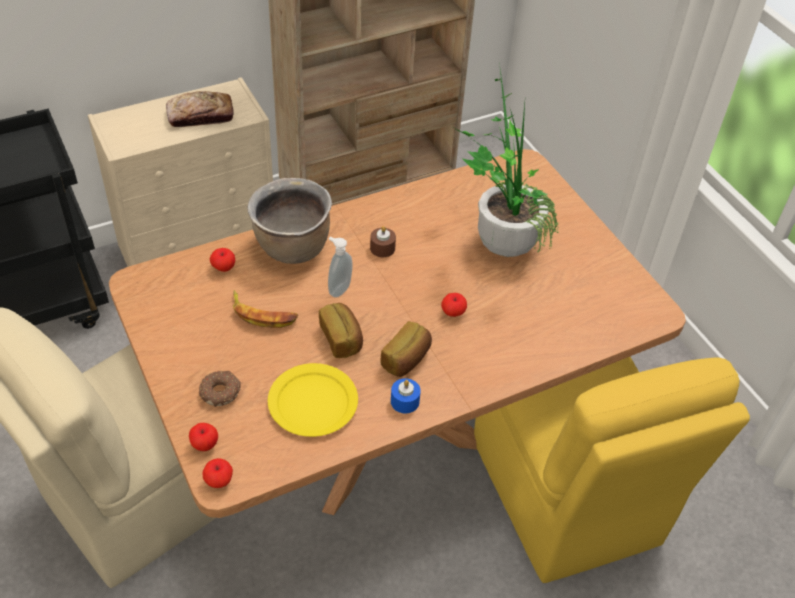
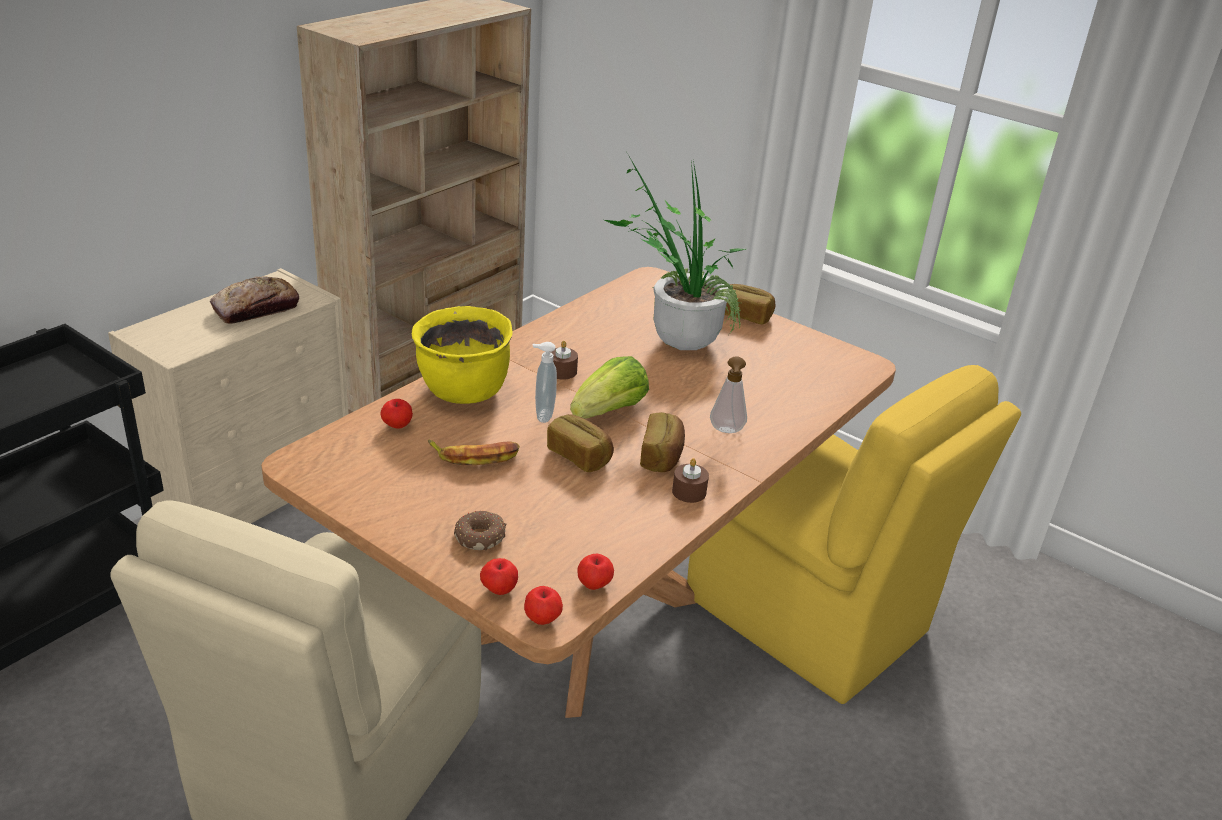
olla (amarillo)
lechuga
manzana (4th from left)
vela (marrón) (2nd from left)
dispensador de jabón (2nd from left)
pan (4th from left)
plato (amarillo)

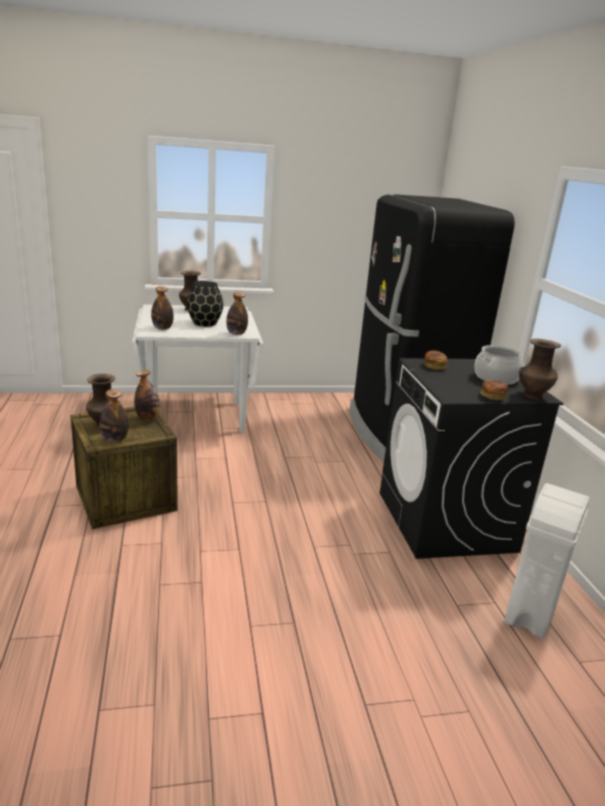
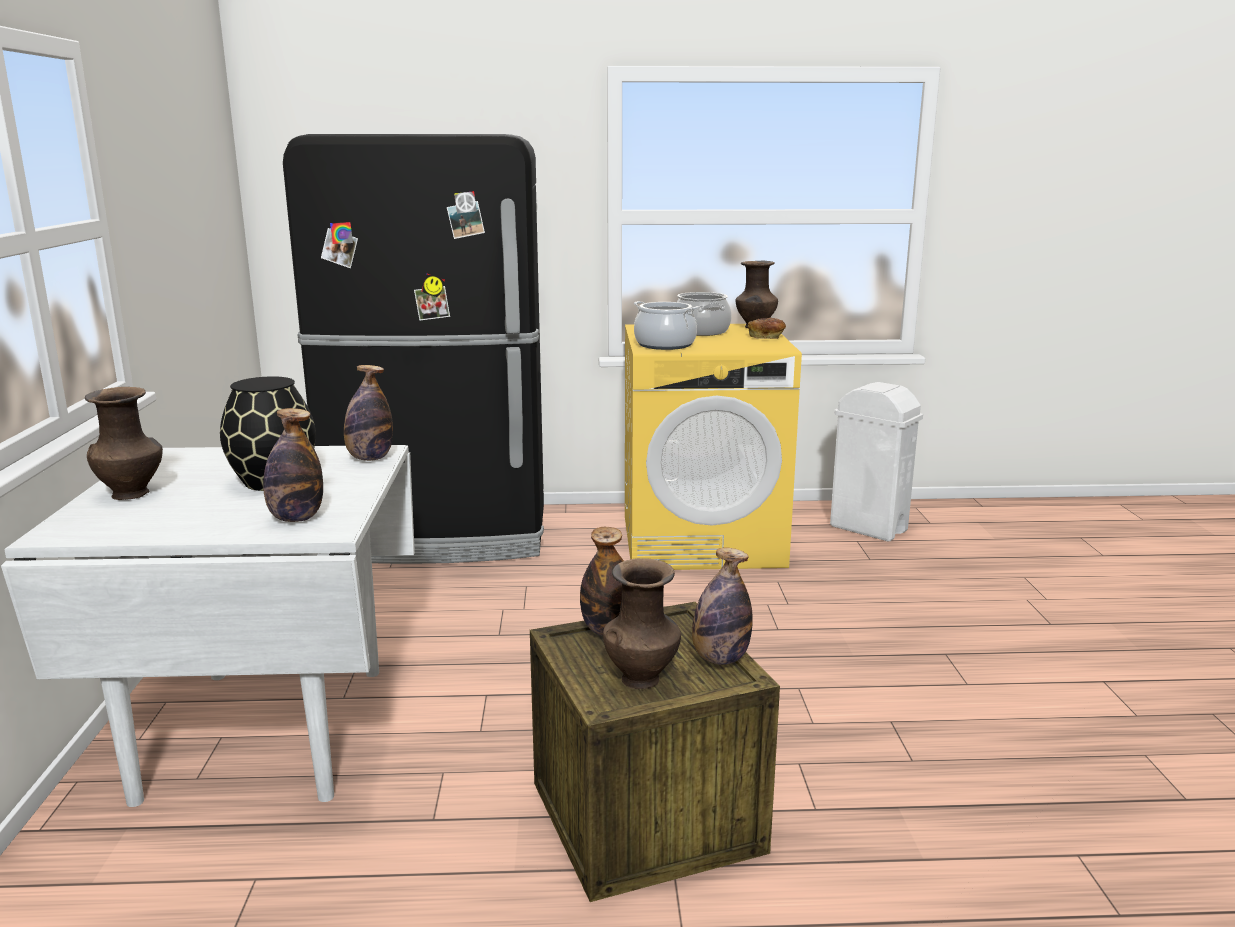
lavadora (amarillo)
olla (1st from left)

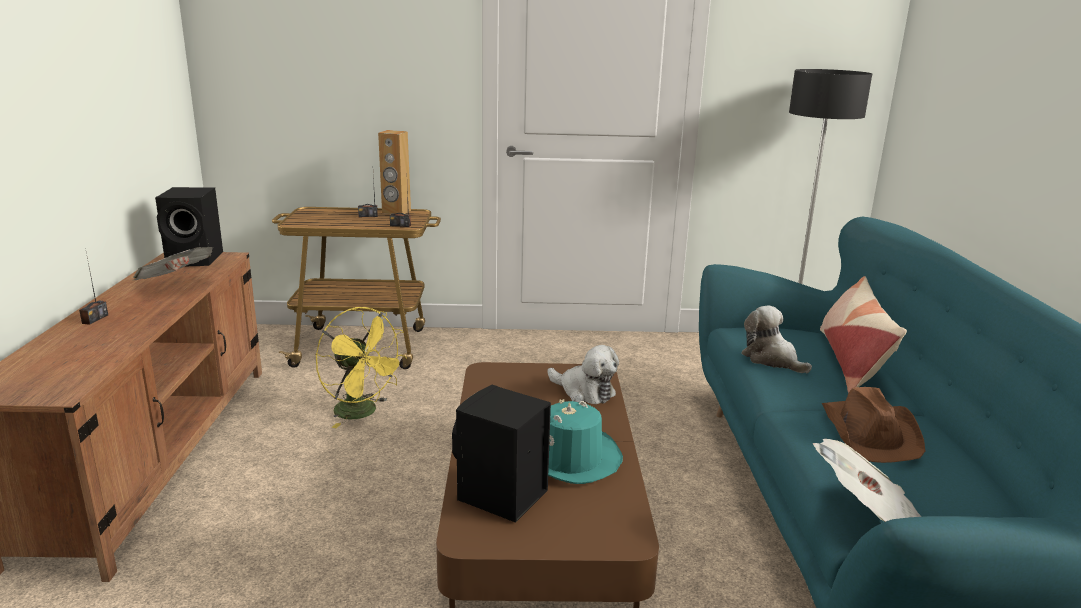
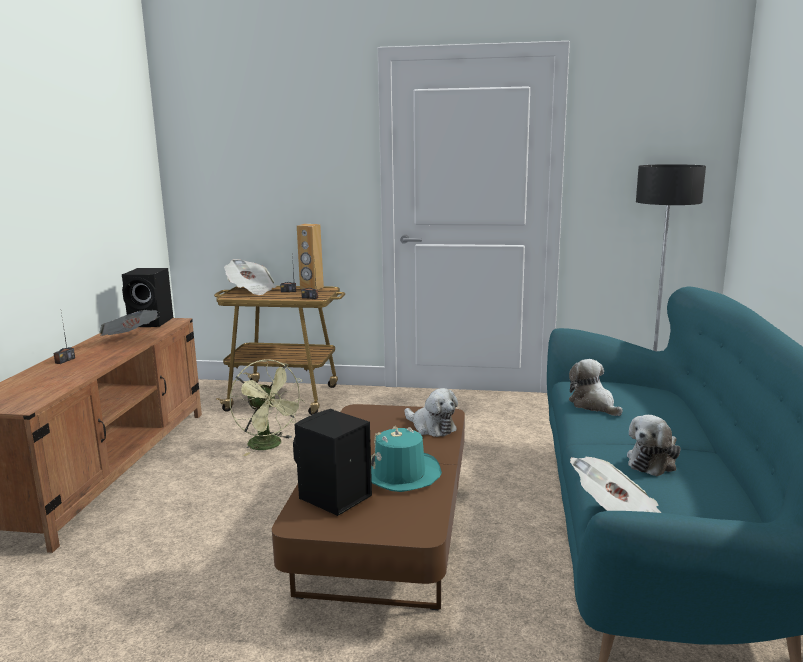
periódico (2nd from left)
ventilador (verde)
peluche (3rd from left)
cojín

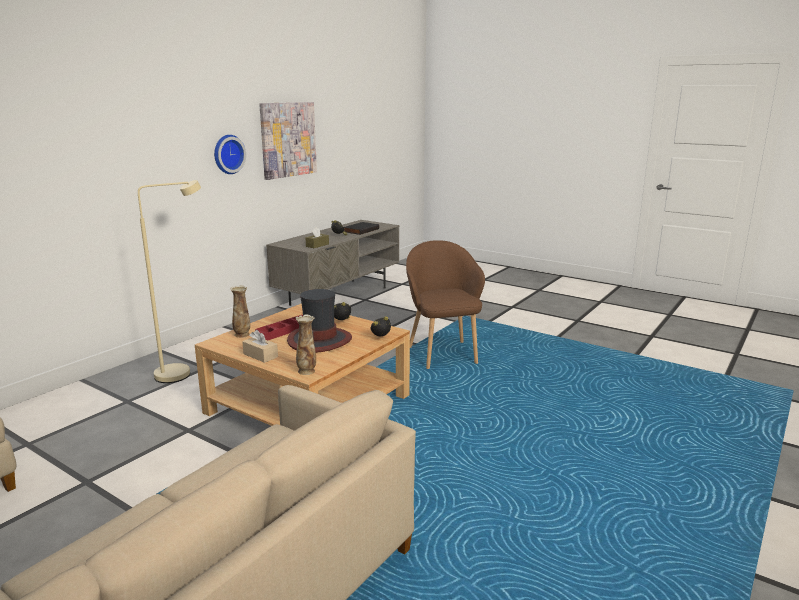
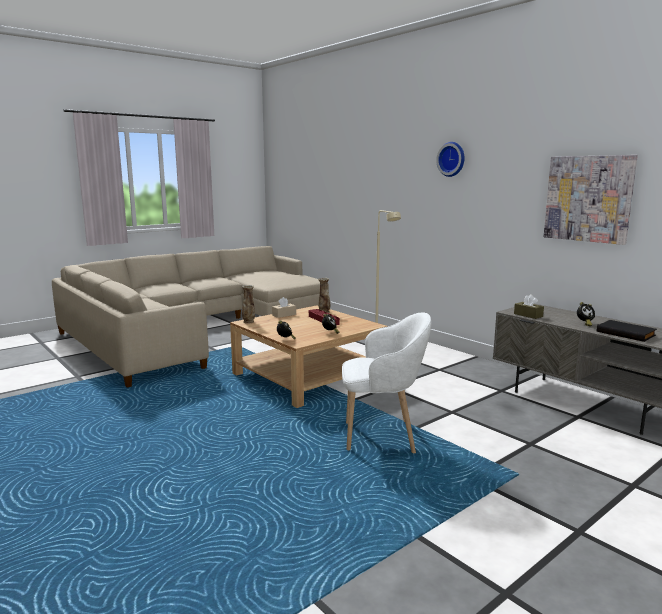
sillón (blanco)
reloj de pared
sombrero

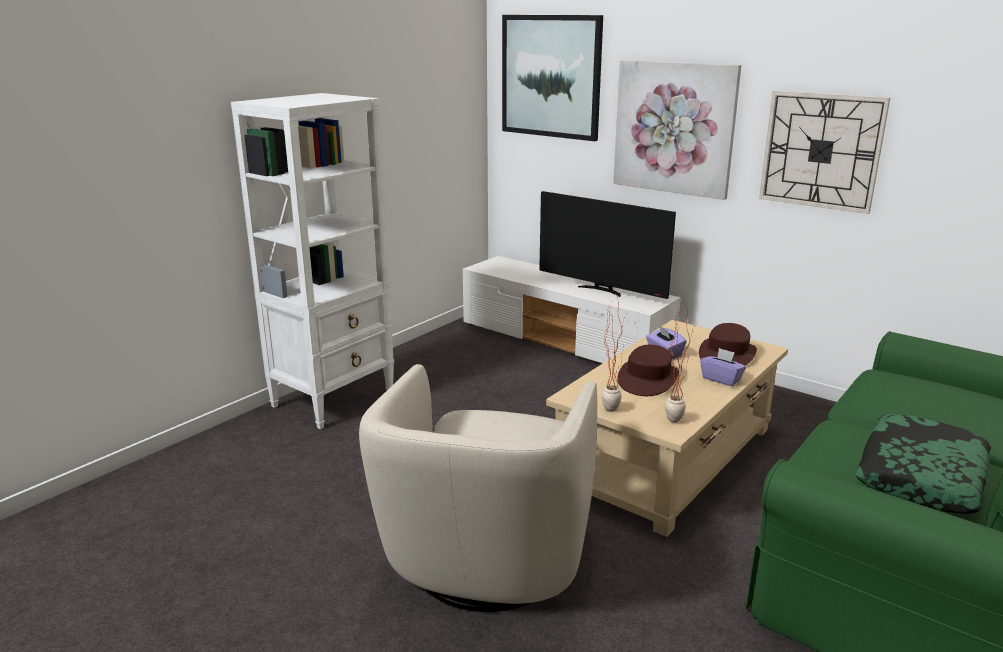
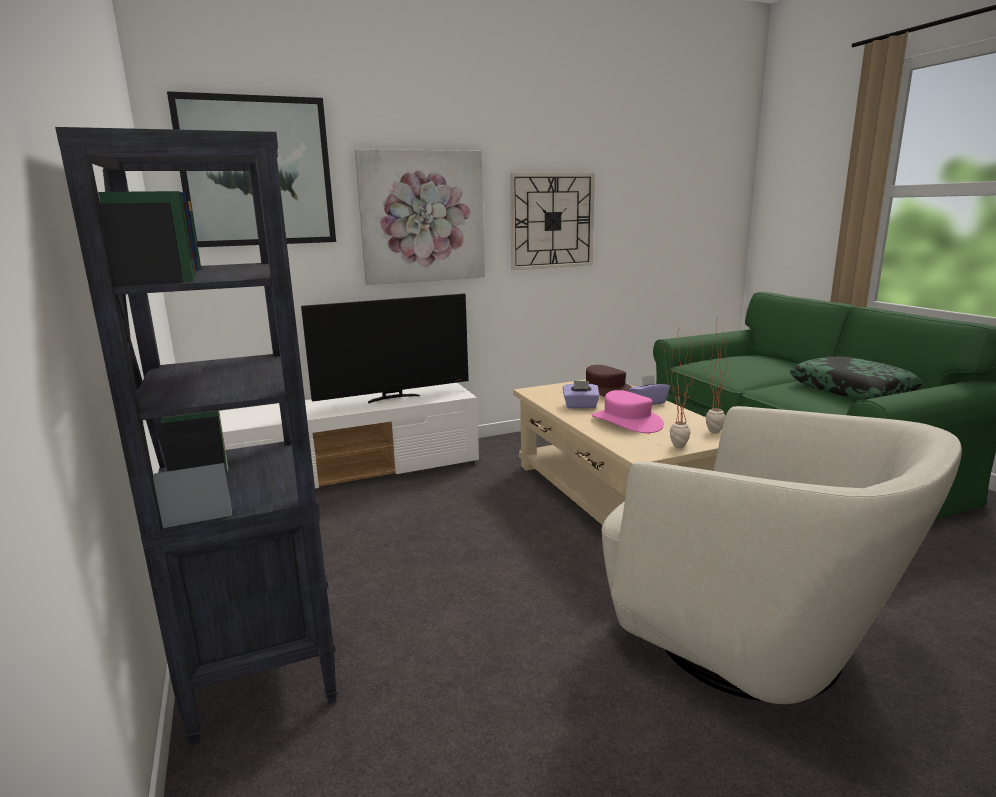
estantería (negro)
sombrero (rosa)

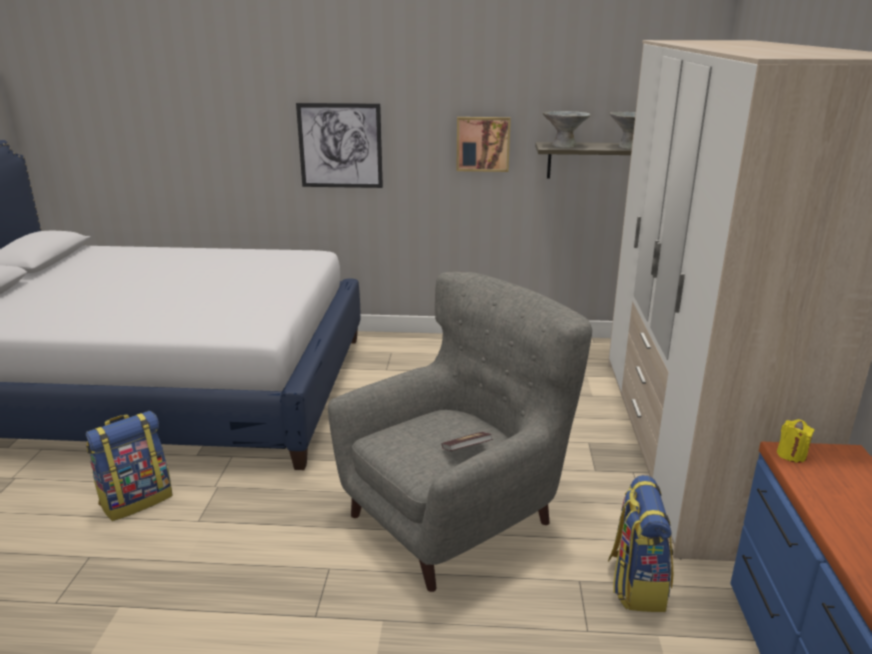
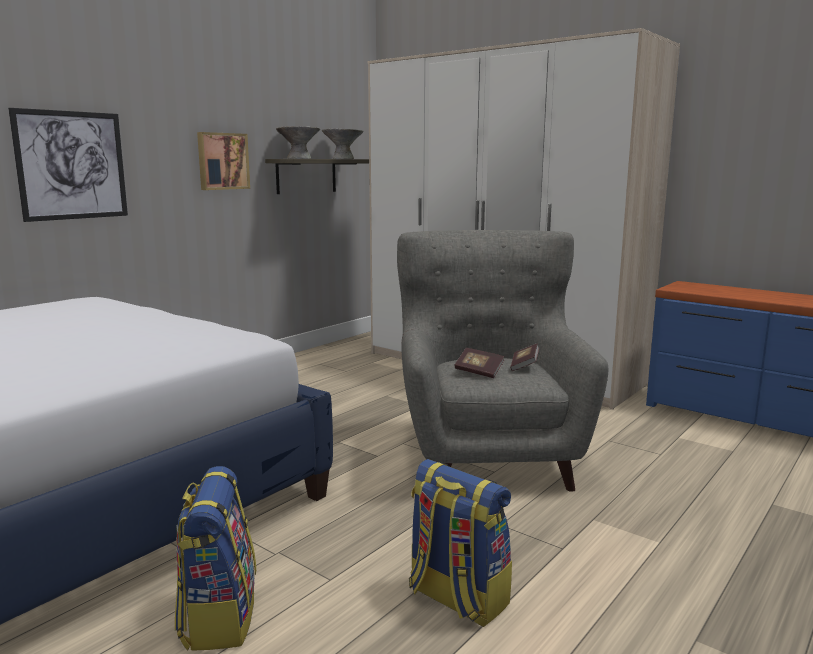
mochila (2nd from left)
libro (1st from left)
vela (amarillo)

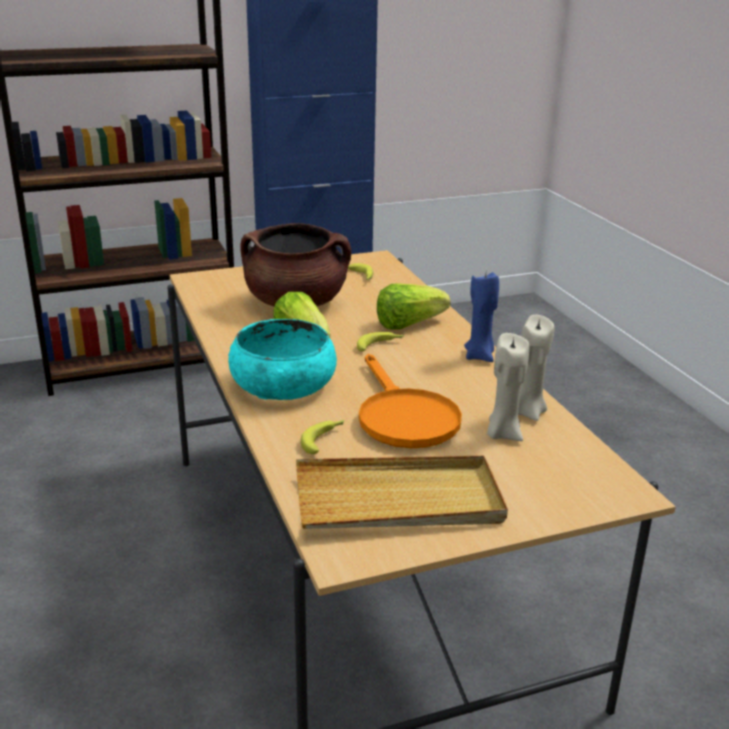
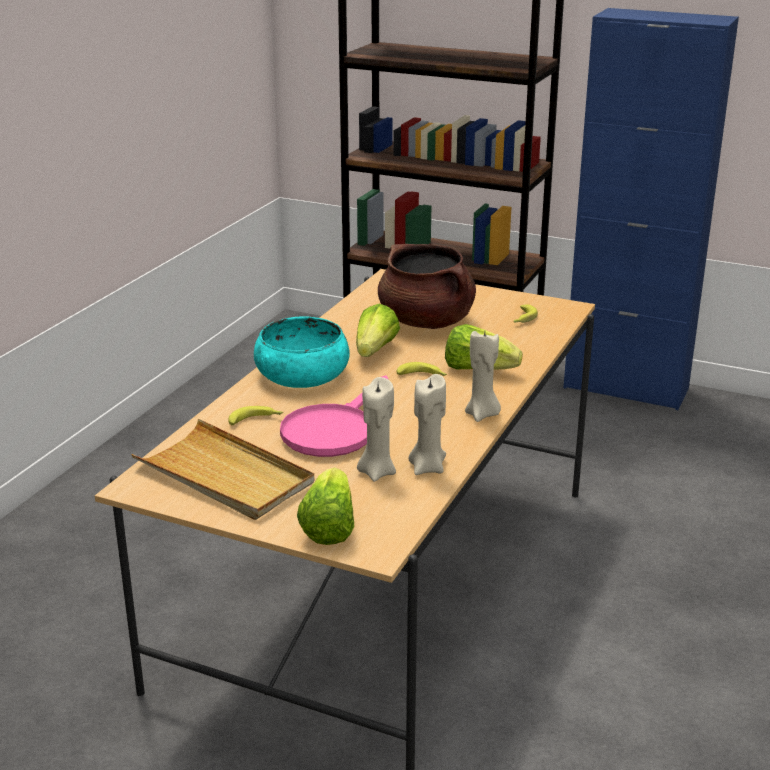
sartén (rosa)
lechuga (1st from left)
vela (beis) (3rd from left)

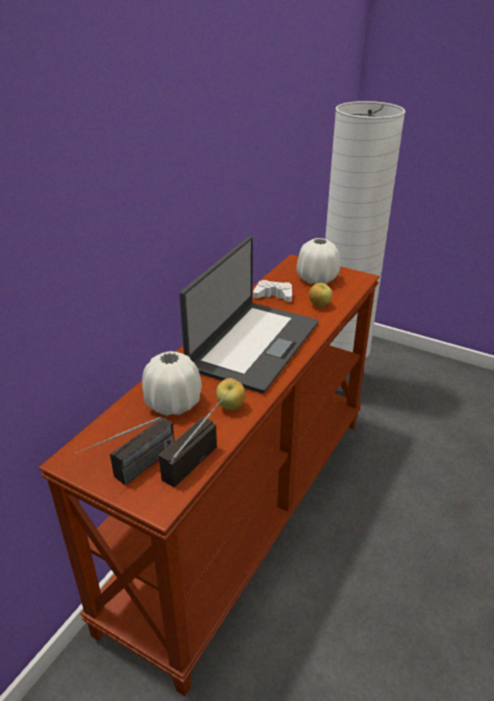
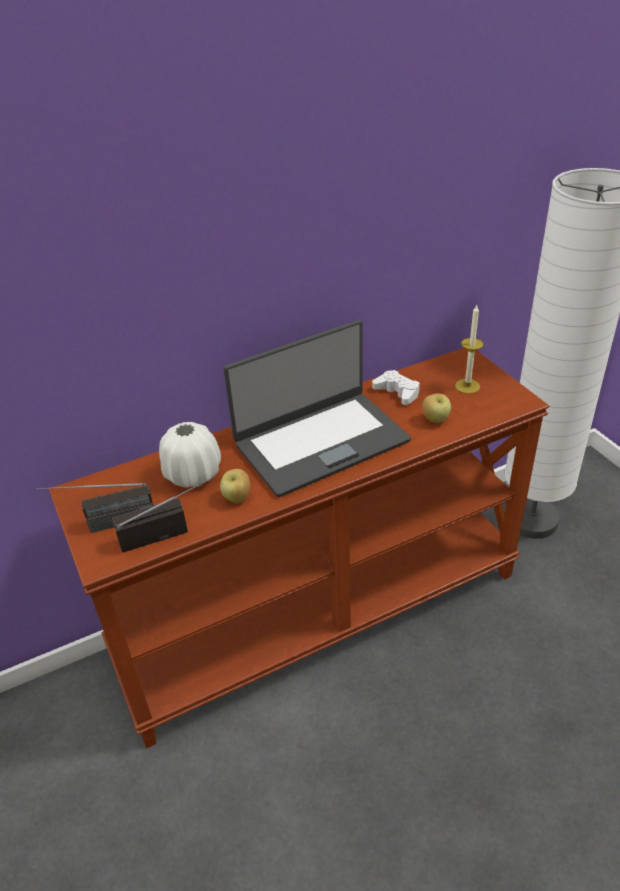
vela

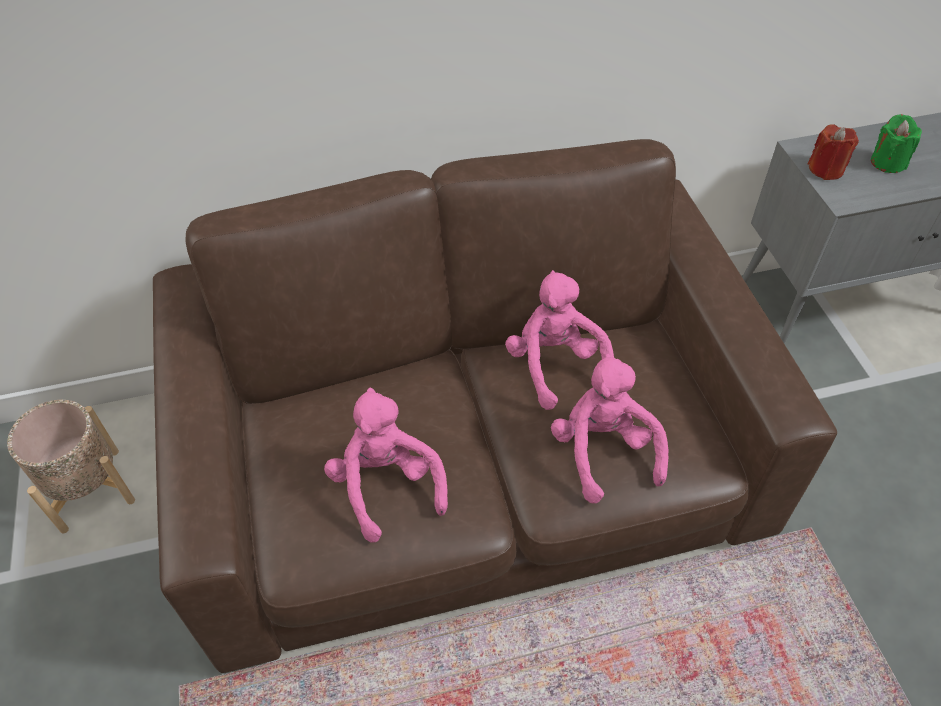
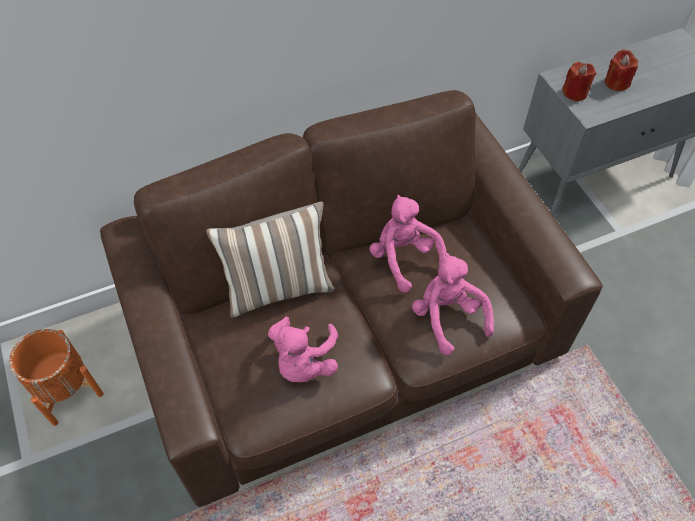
maceta (naranja)
cojín
peluche (rosa) (1st from left)
vela (rojo) (2nd from left)

